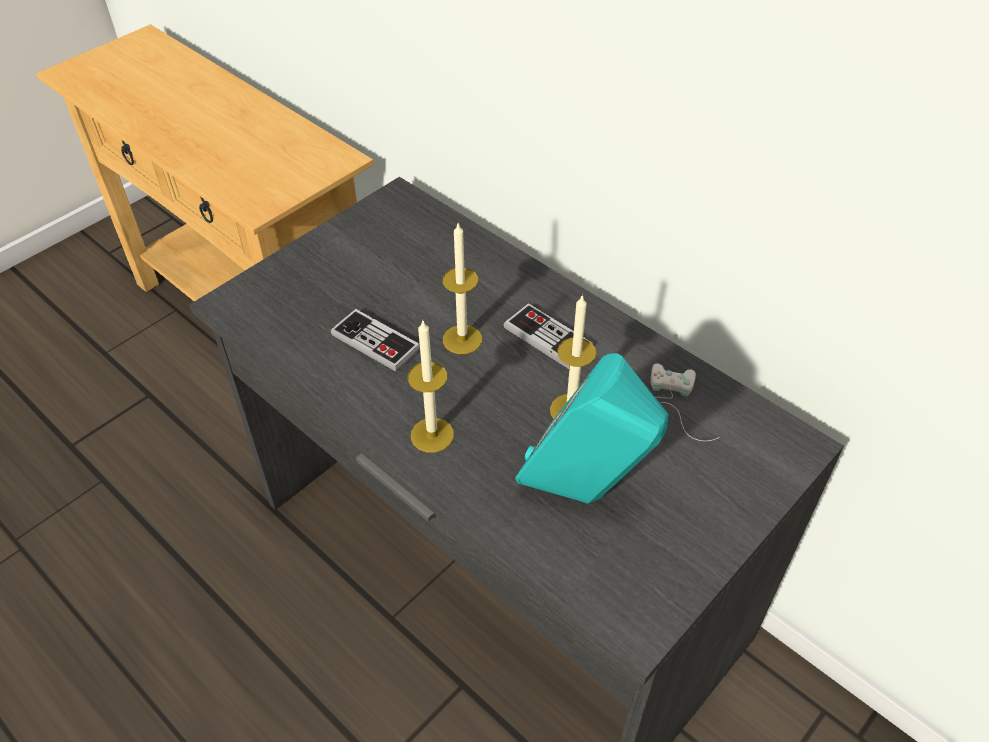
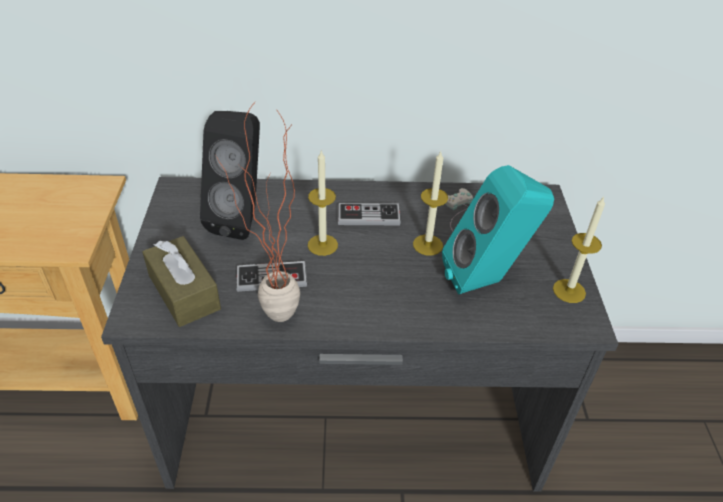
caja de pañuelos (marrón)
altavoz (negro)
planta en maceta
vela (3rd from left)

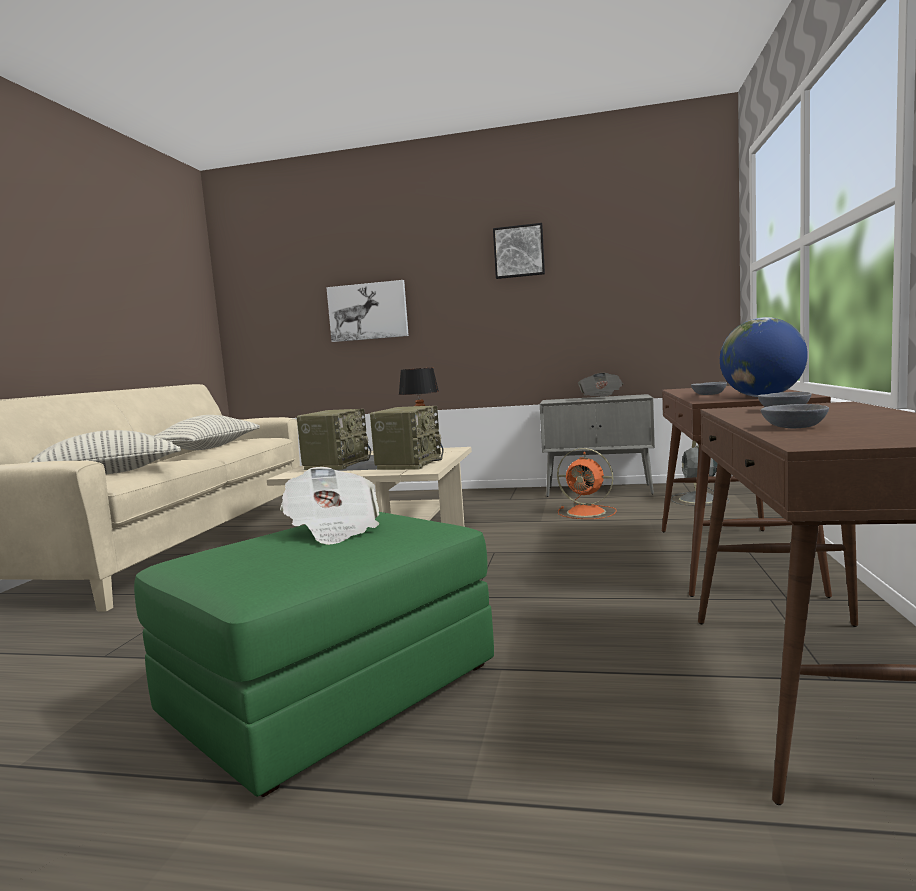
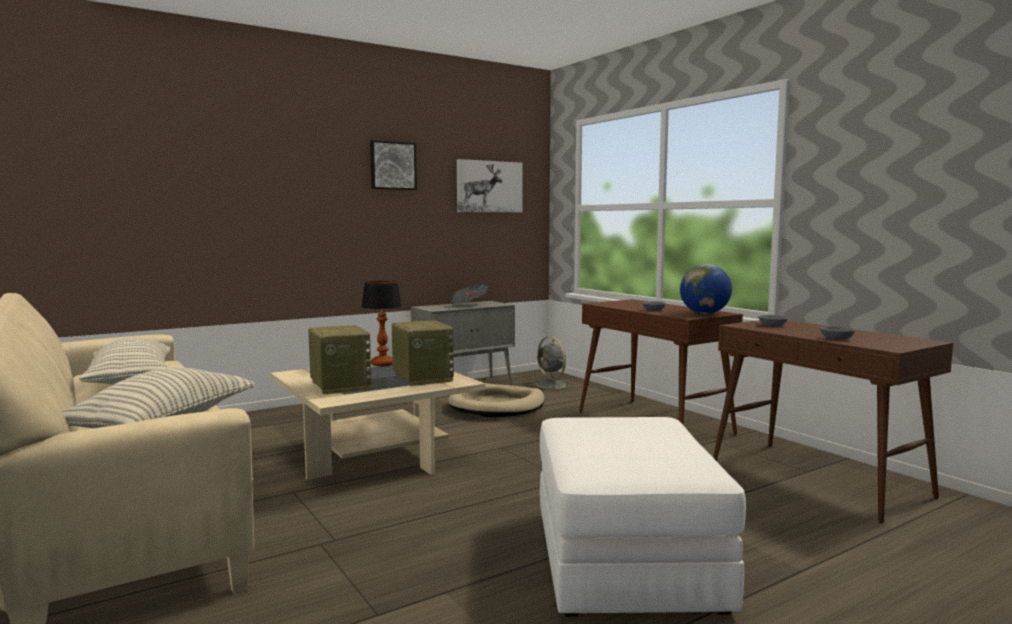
cama para perro (beis)
cuadro (2nd from left)
puf (blanco)
periódico (1st from left in the first image)

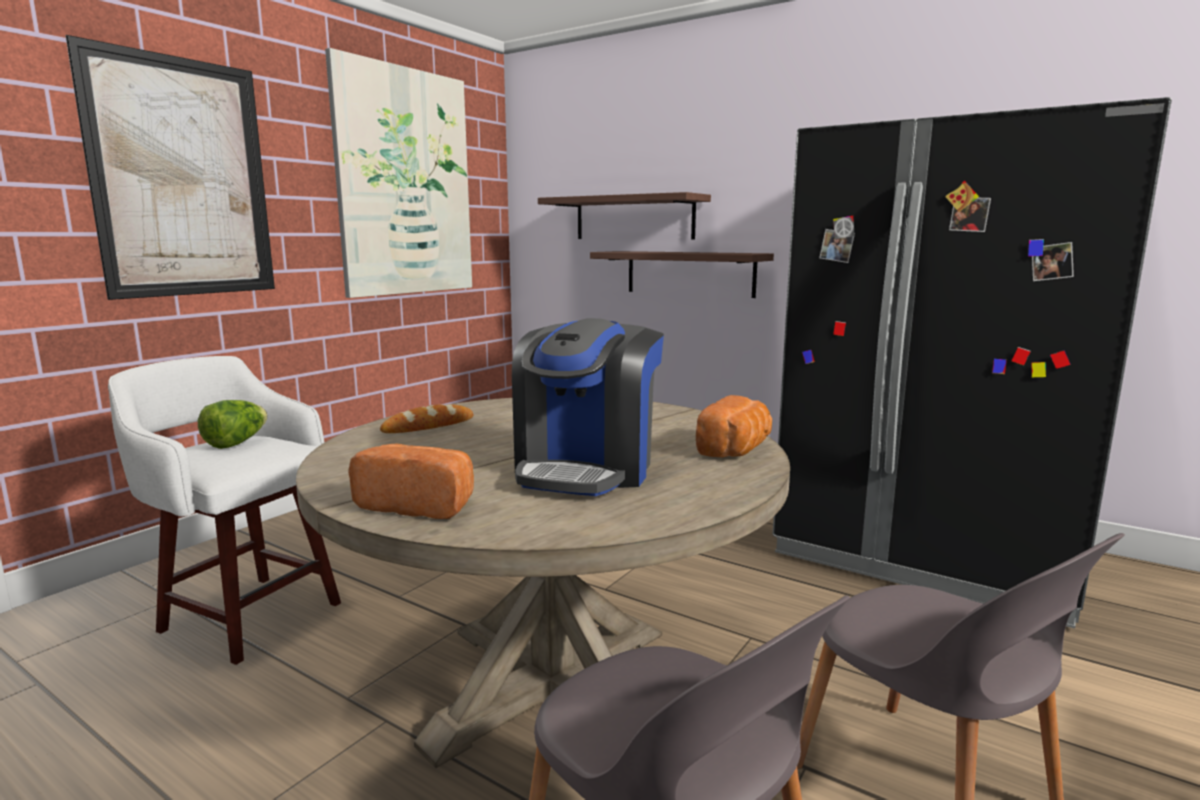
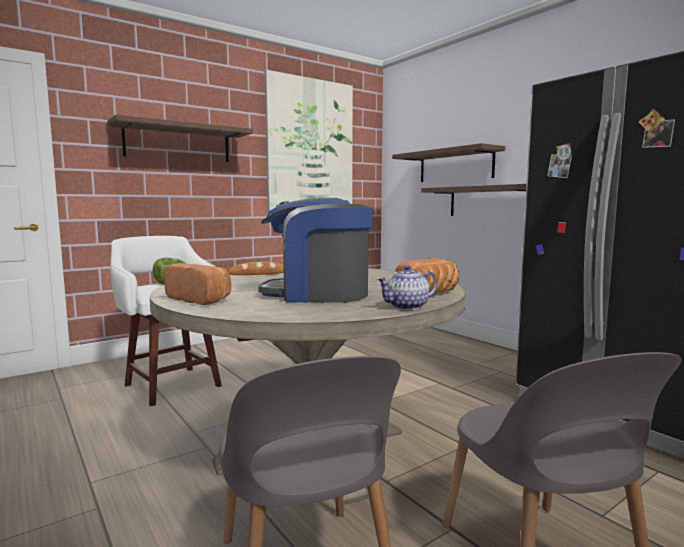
estante (1st from left)
cafetera
tetera

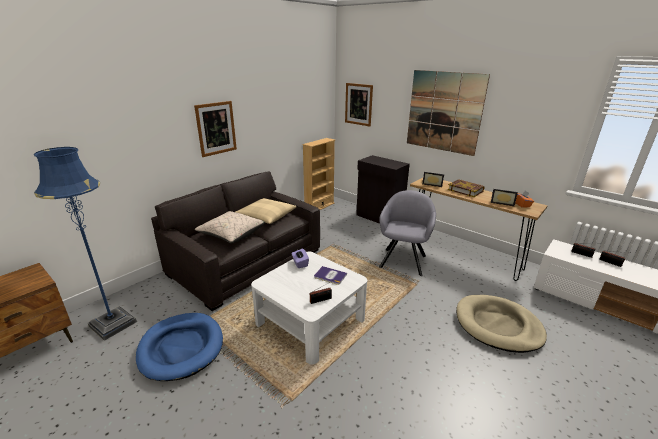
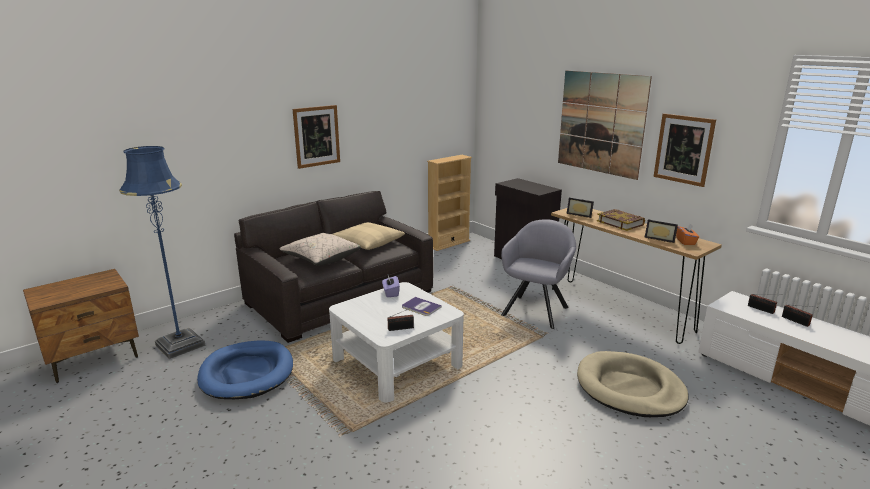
cuadro (3rd from left)

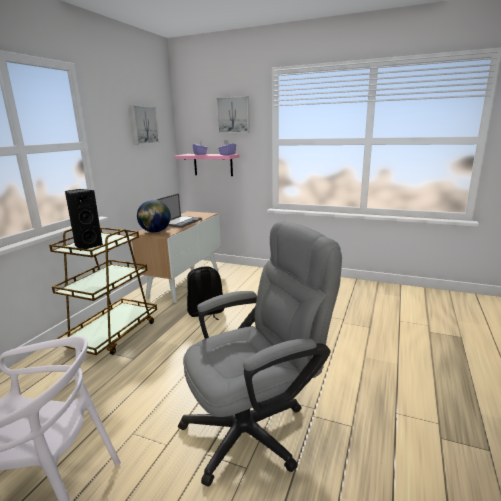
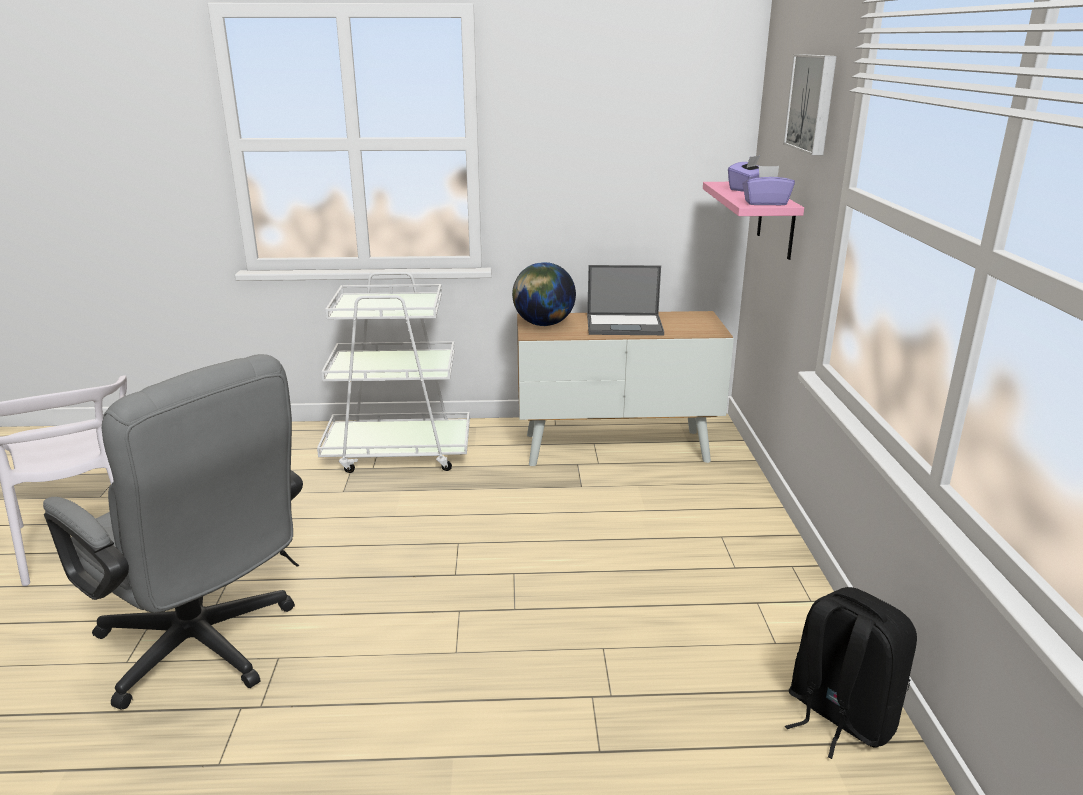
carrito (blanco)
mochila (negro)
altavoz (negro)
cuadro (1st from left in the first image)

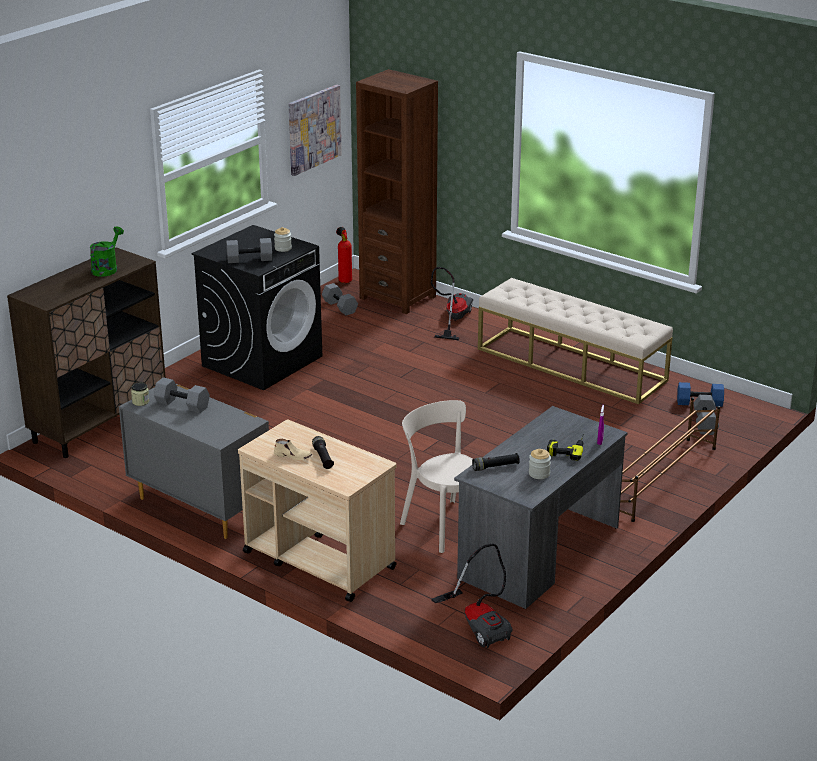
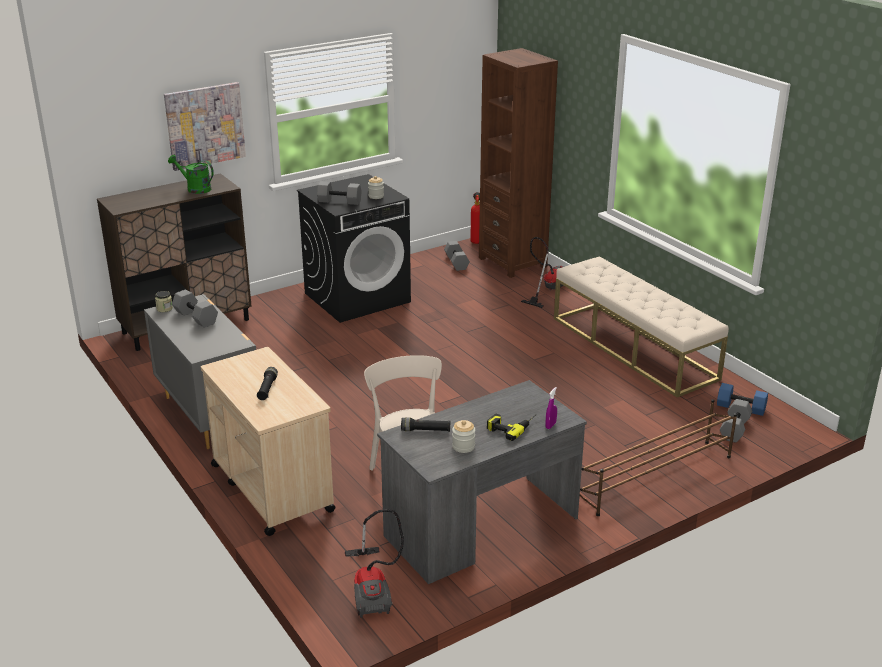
cuadro
regadera (verde)
zapato (beis)

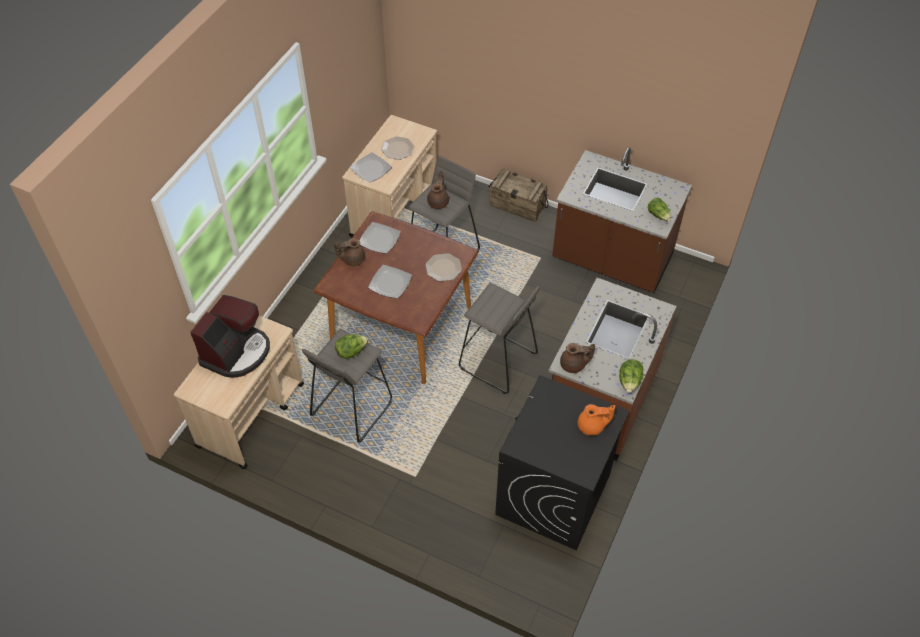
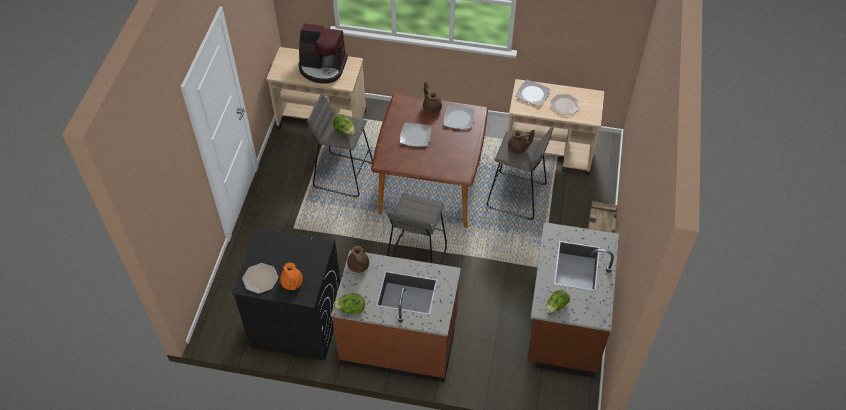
plato (1st from left)

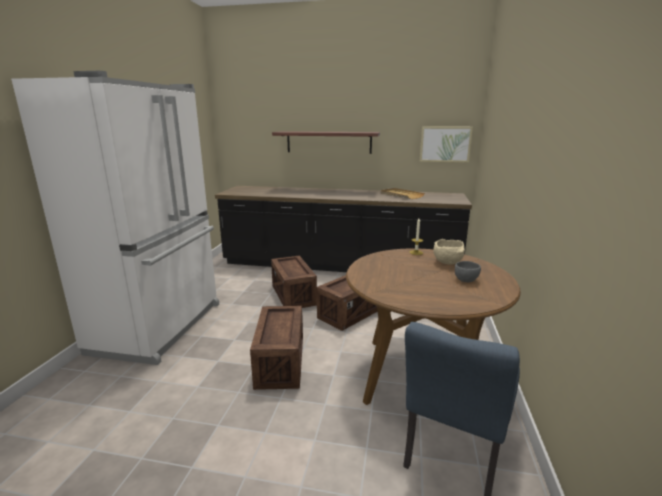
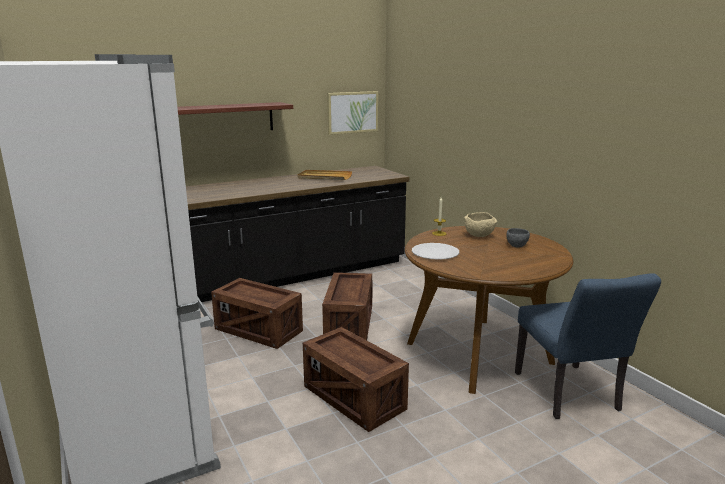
plato (blanco)

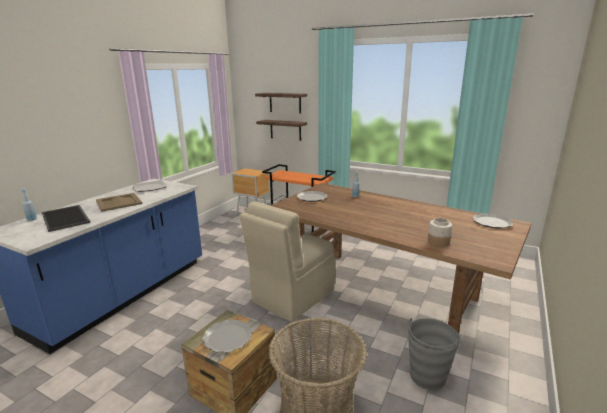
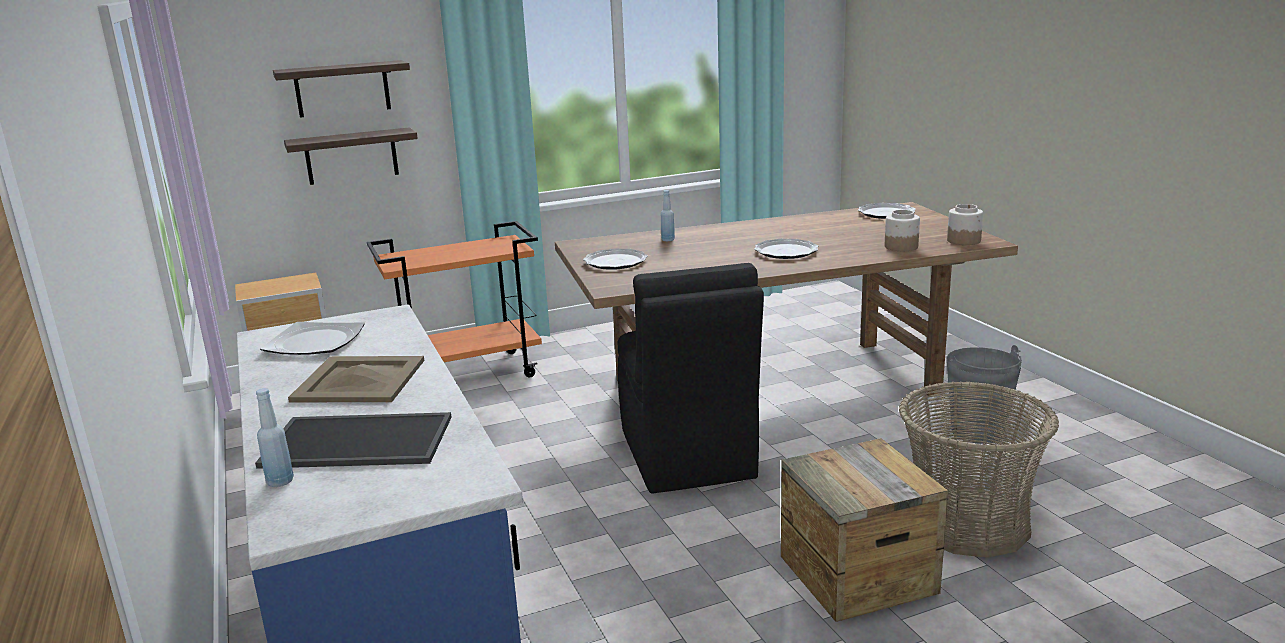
silla (negro)
plato (3rd from left)
tarro (2nd from left)

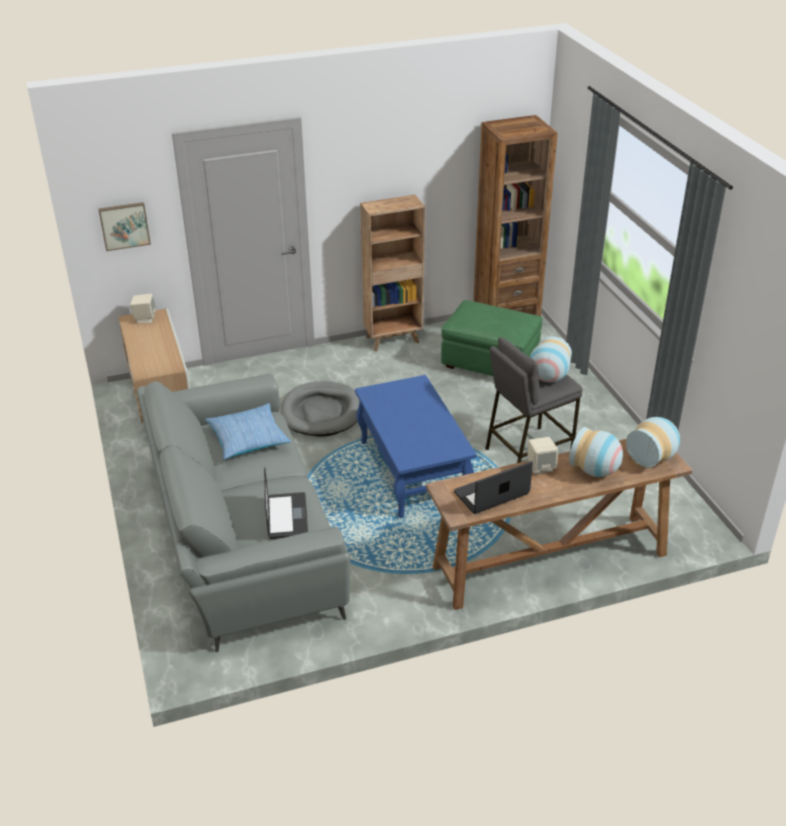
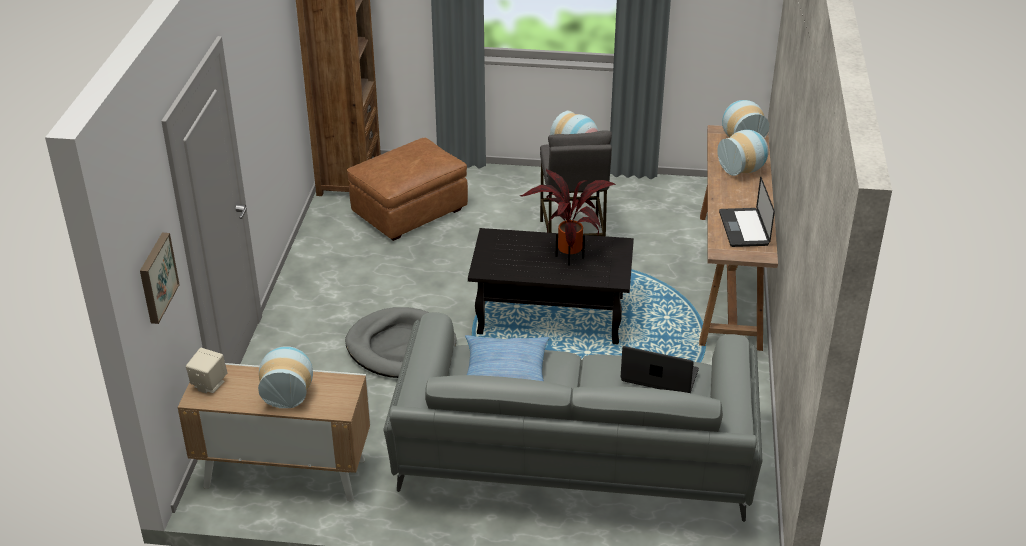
florero (1st from left)
puf (marrón)
mesa de centro (negro)
planta en maceta
estantería (marrón) (1st from left in the first image)
altavoz (beis) (2nd from left in the first image)

